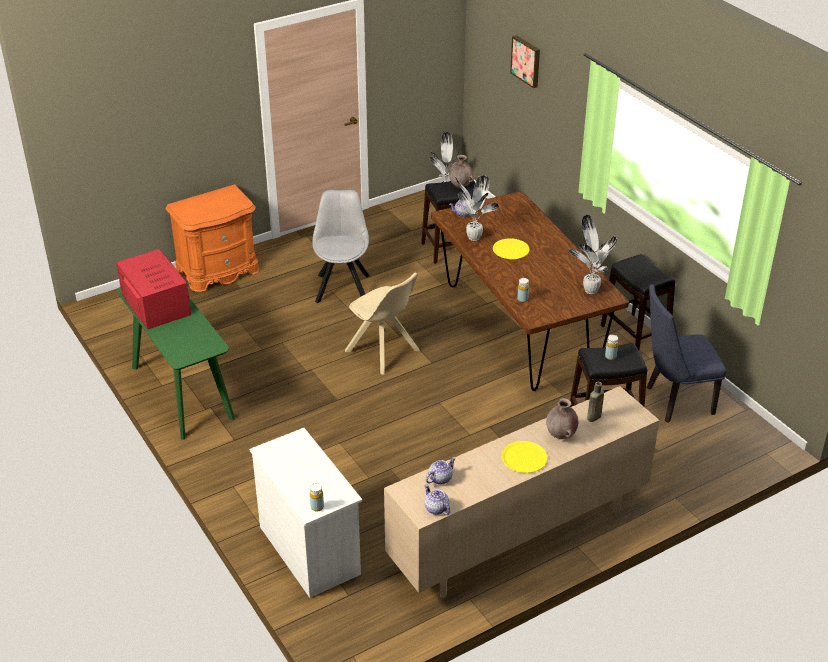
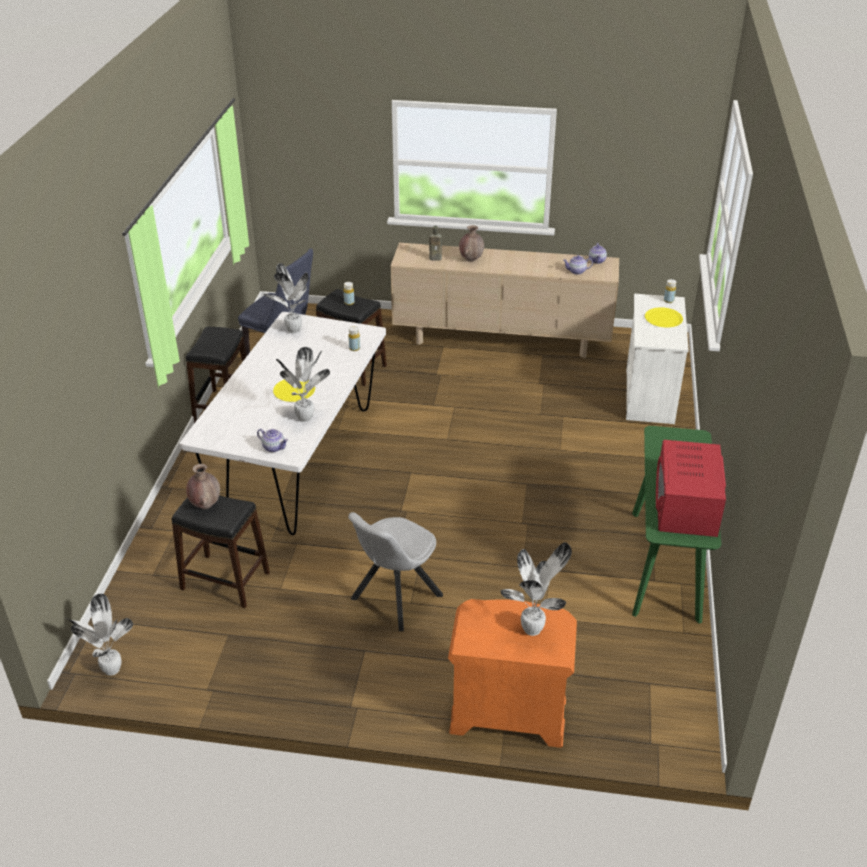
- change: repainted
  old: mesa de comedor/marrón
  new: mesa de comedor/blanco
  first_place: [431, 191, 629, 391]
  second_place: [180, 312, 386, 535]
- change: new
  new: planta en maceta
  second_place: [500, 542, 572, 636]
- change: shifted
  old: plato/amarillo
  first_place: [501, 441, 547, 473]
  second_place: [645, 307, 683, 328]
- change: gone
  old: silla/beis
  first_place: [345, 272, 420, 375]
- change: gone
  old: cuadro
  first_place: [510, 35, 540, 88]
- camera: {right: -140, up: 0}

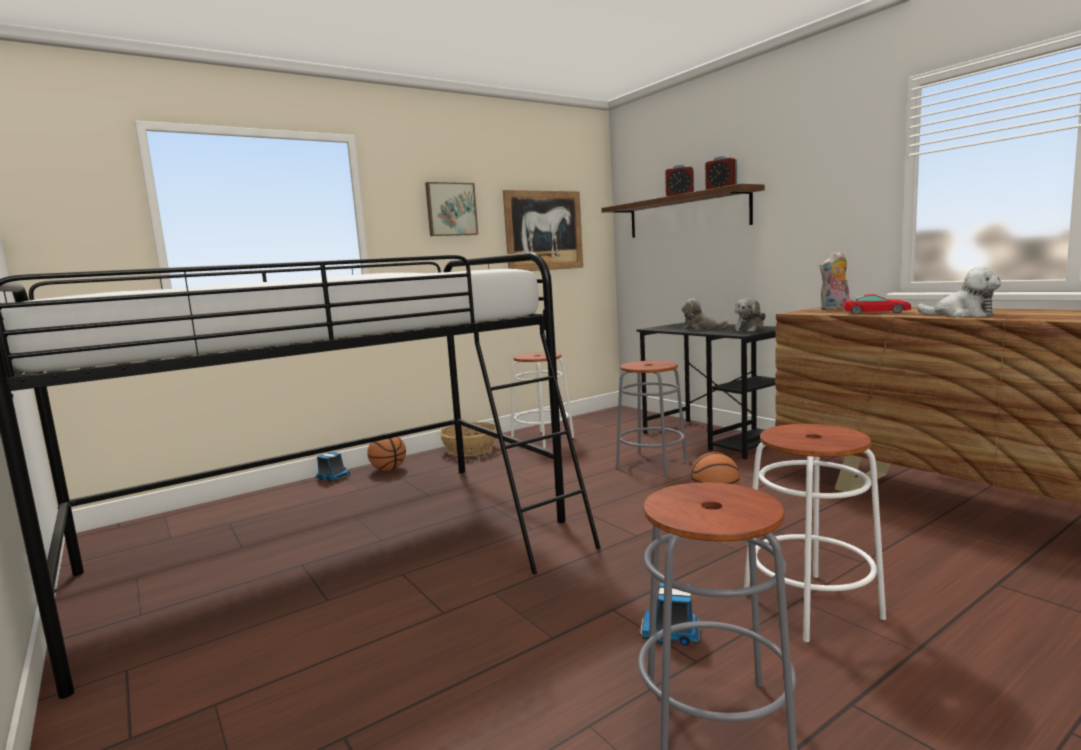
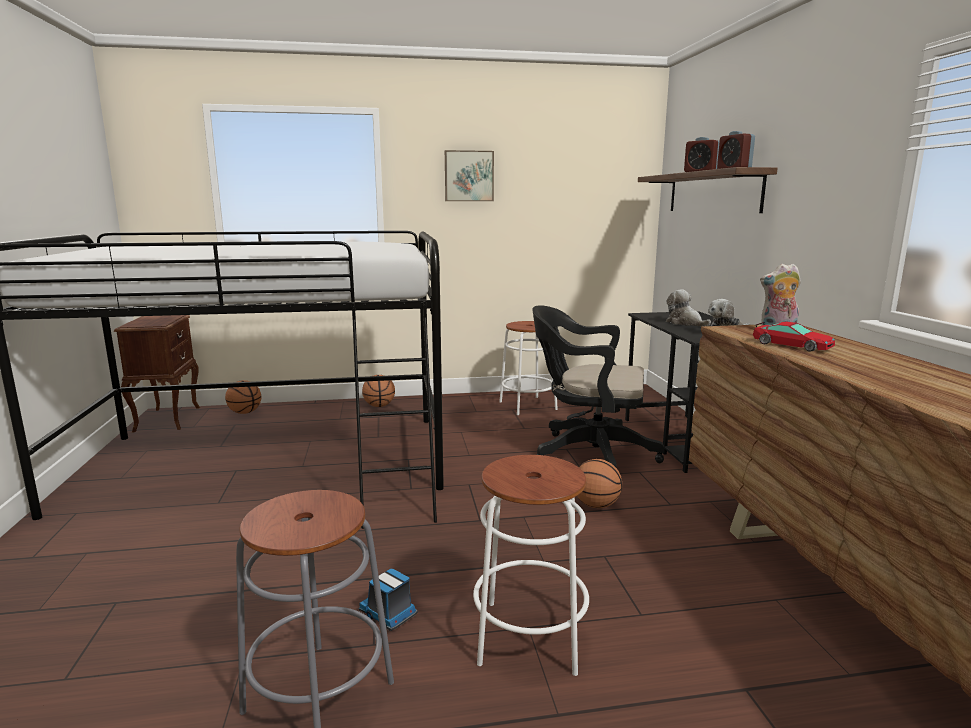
- change: new
  new: mesita de noche/marrón
  second_place: [114, 315, 200, 432]
- change: new
  new: balón de baloncesto
  second_place: [225, 380, 261, 414]
- change: swapped
  old: taburete/gris
  new: silla de oficina/negro
  first_place: [616, 360, 687, 476]
  second_place: [532, 305, 664, 468]
- change: gone
  old: camión de juguete
  first_place: [315, 452, 351, 482]
- change: gone
  old: cesta
  first_place: [440, 422, 497, 456]
- change: gone
  old: cuadro
  first_place: [503, 190, 583, 271]
- change: gone
  old: peluche
  first_place: [917, 268, 1001, 317]
- camera: {right: 25, up: 5}

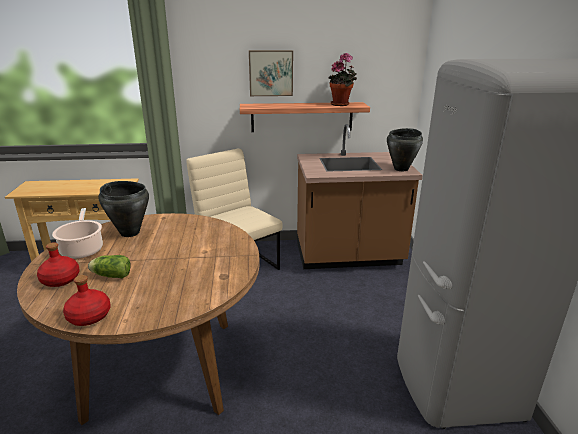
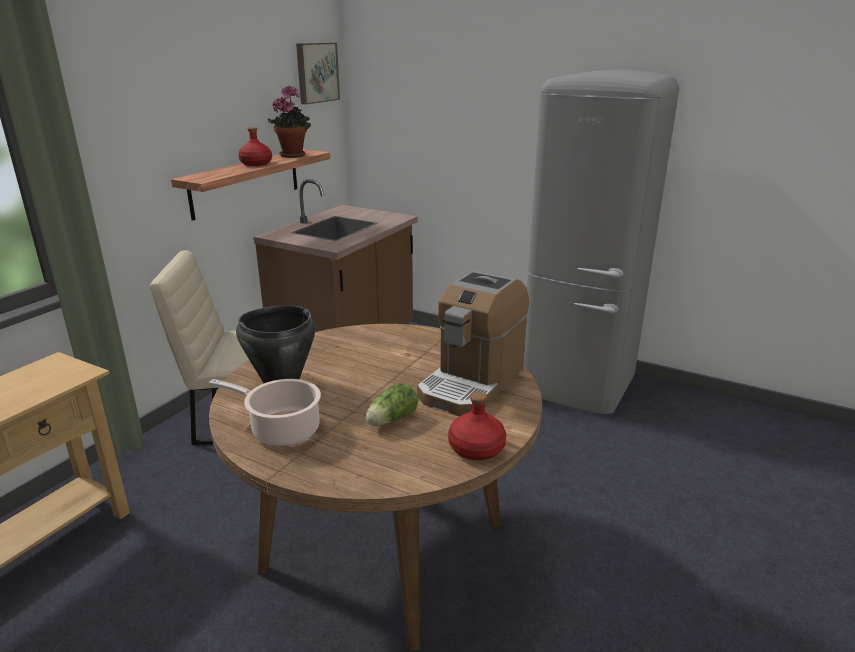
- change: shifted
  old: botella/rojo
  first_place: [37, 242, 80, 287]
  second_place: [238, 127, 272, 166]
- change: shifted
  old: cuadro
  first_place: [249, 50, 293, 96]
  second_place: [296, 43, 340, 104]
- change: new
  new: cafetera
  second_place: [417, 270, 529, 417]
- change: gone
  old: olla/negro
  first_place: [387, 128, 423, 171]
- camera: {right: -55, up: 0}

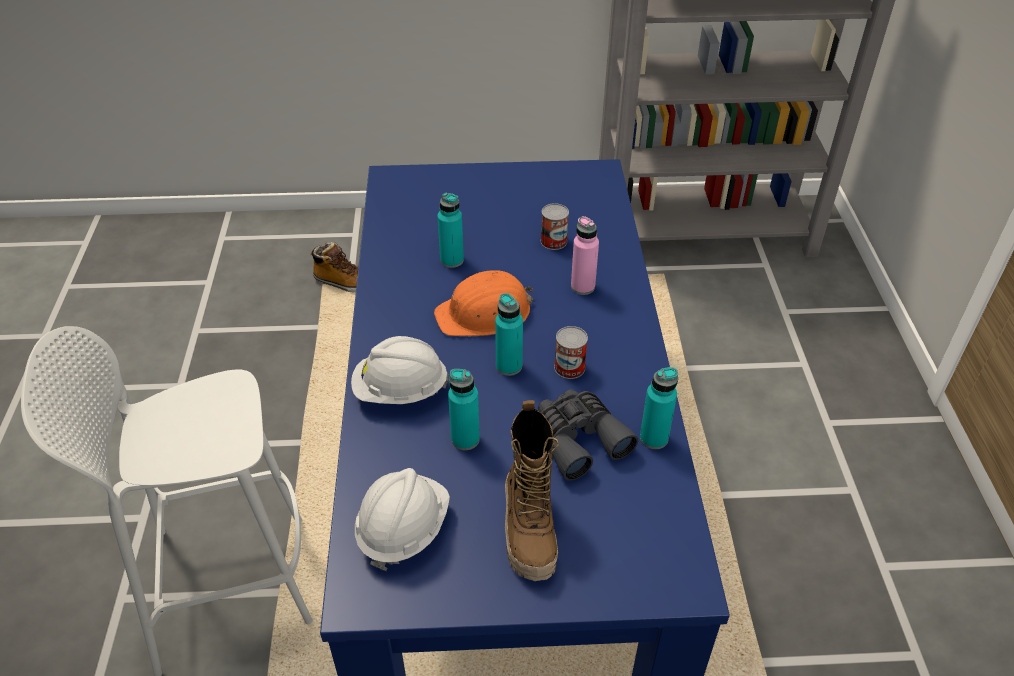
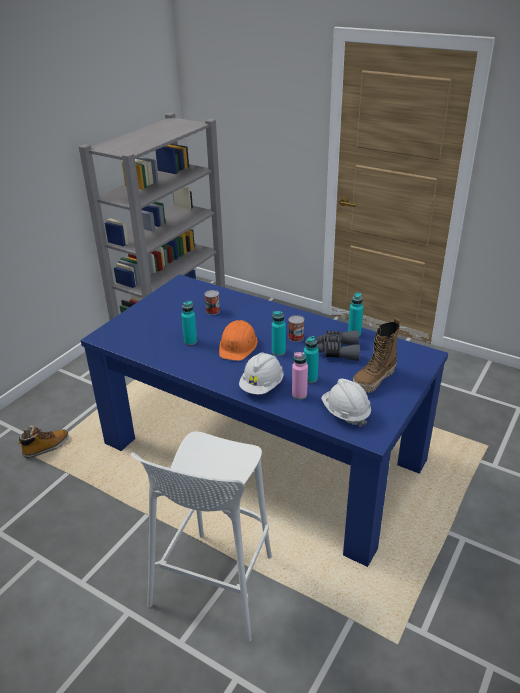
- change: shifted
  old: botella/rosa
  first_place: [571, 216, 599, 295]
  second_place: [292, 352, 308, 400]
- change: rotated
  old: bota
  first_place: [505, 400, 559, 581]
  second_place: [353, 318, 400, 393]
  degrees: 105
- camera: {right: -55, up: -10}

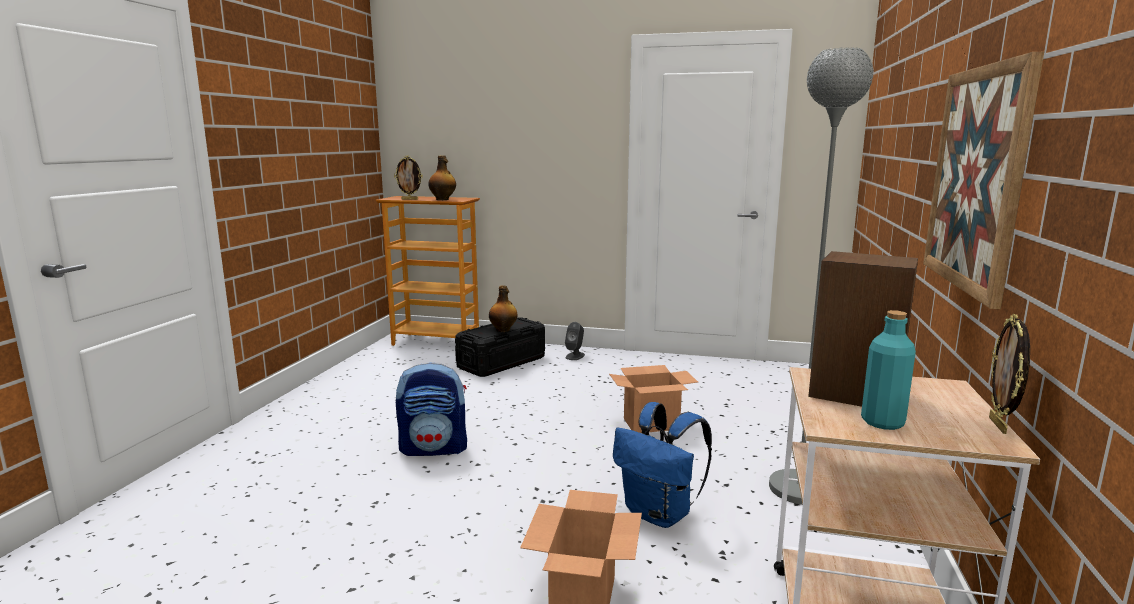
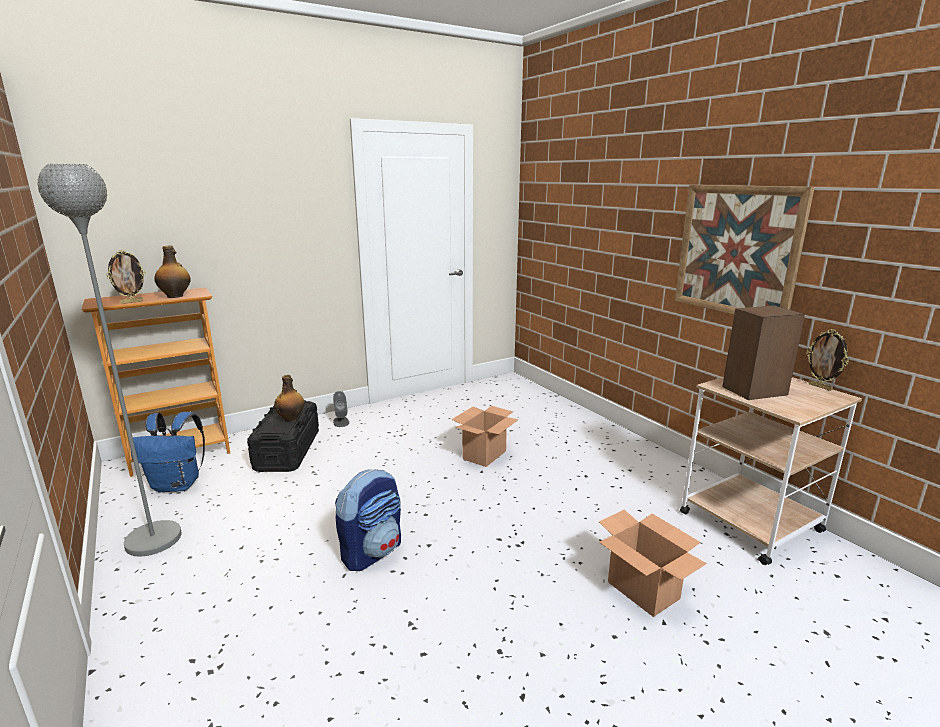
- change: shifted
  old: lámpara de pie/gris
  first_place: [769, 47, 873, 505]
  second_place: [37, 164, 182, 556]
- change: shifted
  old: mochila/azul
  first_place: [613, 402, 712, 528]
  second_place: [130, 412, 205, 492]
- change: gone
  old: botella/turquesa
  first_place: [861, 310, 916, 430]
- camera: {right: -45, up: 5}

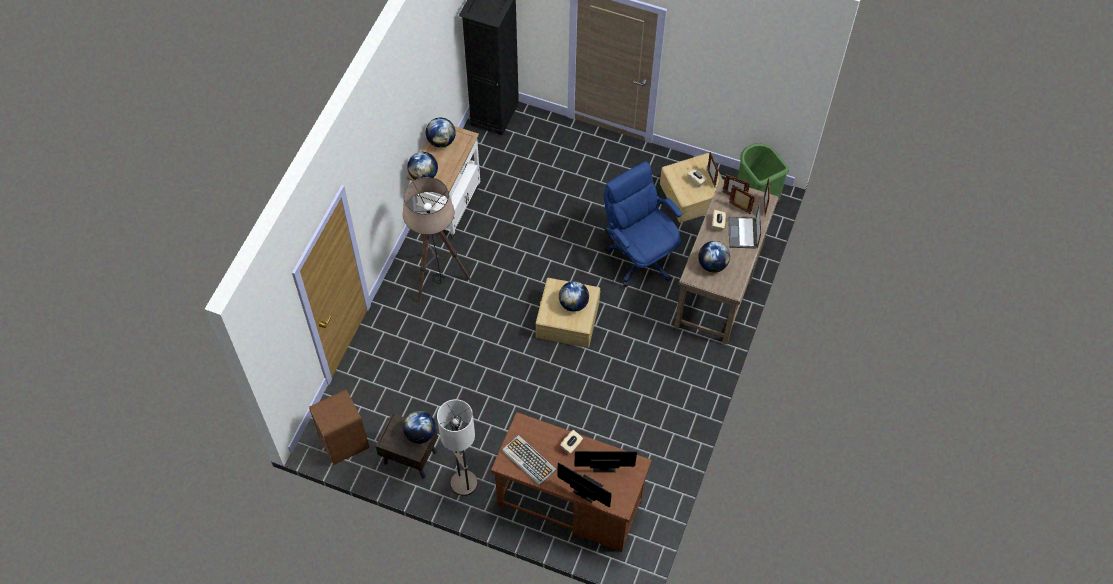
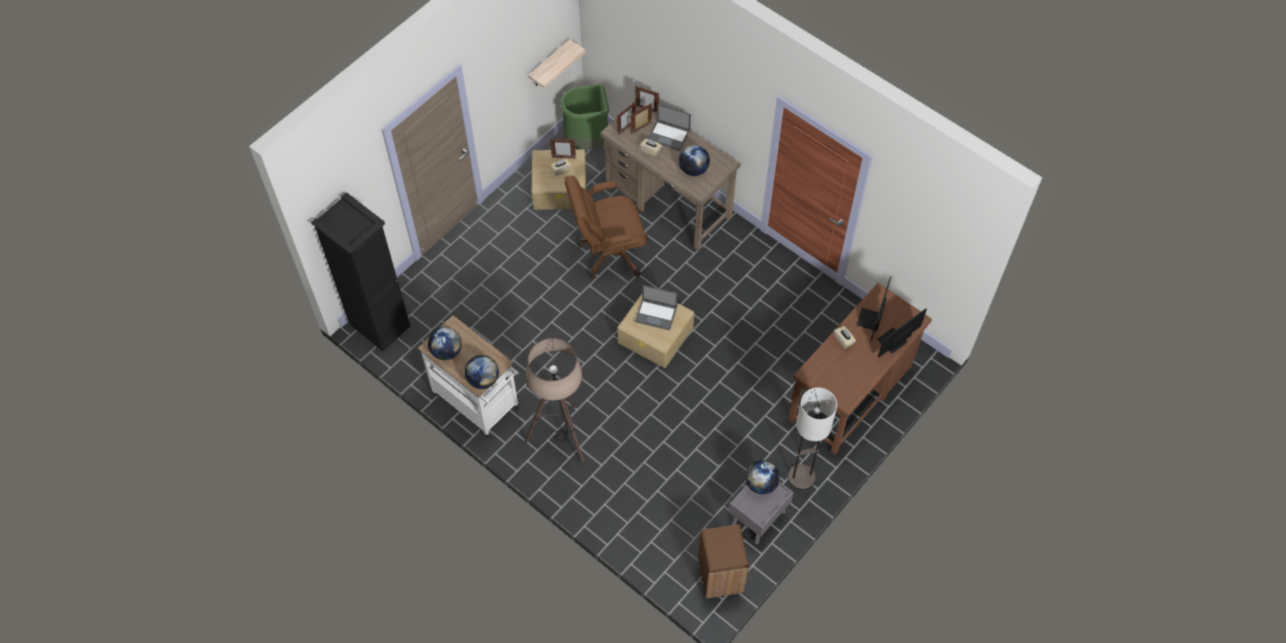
- change: new
  new: estante
  second_place: [528, 39, 586, 88]
- change: repainted
  old: silla de oficina/azul
  new: silla de oficina/marrón
  first_place: [604, 161, 682, 287]
  second_place: [564, 176, 648, 278]
- change: swapped
  old: globo terráqueo
  new: portátil
  first_place: [559, 281, 589, 312]
  second_place: [635, 285, 678, 330]
- change: repainted
  old: mesita de noche/marrón
  new: mesita de noche/gris
  first_place: [376, 412, 438, 479]
  second_place: [728, 482, 794, 544]
- change: gone
  old: teclado
  first_place: [502, 435, 557, 486]
- camera: {right: -70, up: 0}

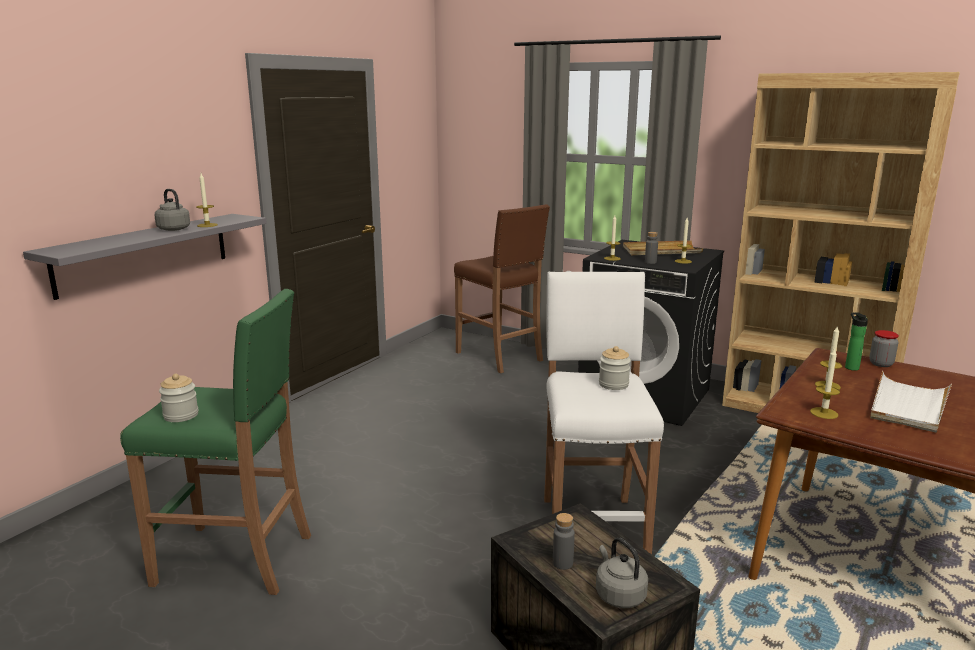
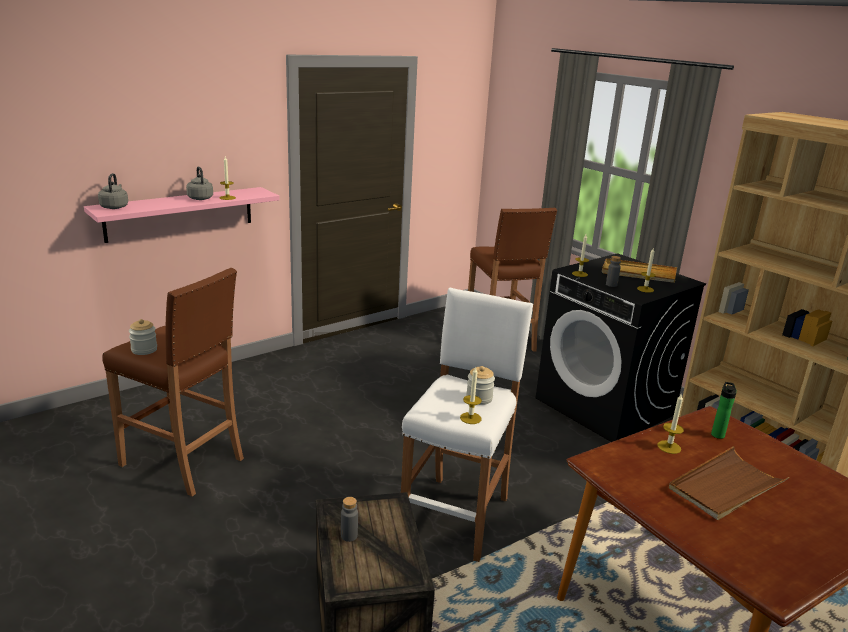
- change: repainted
  old: estante/gris
  new: estante/rosa
  first_place: [23, 214, 267, 300]
  second_place: [84, 187, 279, 243]
- change: shifted
  old: hervidor/gris
  first_place: [596, 538, 648, 608]
  second_place: [98, 173, 128, 209]
- change: repainted
  old: taburete/verde
  new: taburete/marrón
  first_place: [120, 289, 311, 595]
  second_place: [102, 268, 244, 496]
- change: shifted
  old: vela
  first_place: [810, 348, 840, 419]
  second_place: [460, 367, 482, 424]
- change: repainted
  old: bandeja/blanco
  new: bandeja/marrón
  first_place: [870, 371, 952, 433]
  second_place: [669, 446, 790, 520]
- change: gone
  old: tarro
  first_place: [869, 330, 899, 367]
- camera: {right: 20, up: 5}

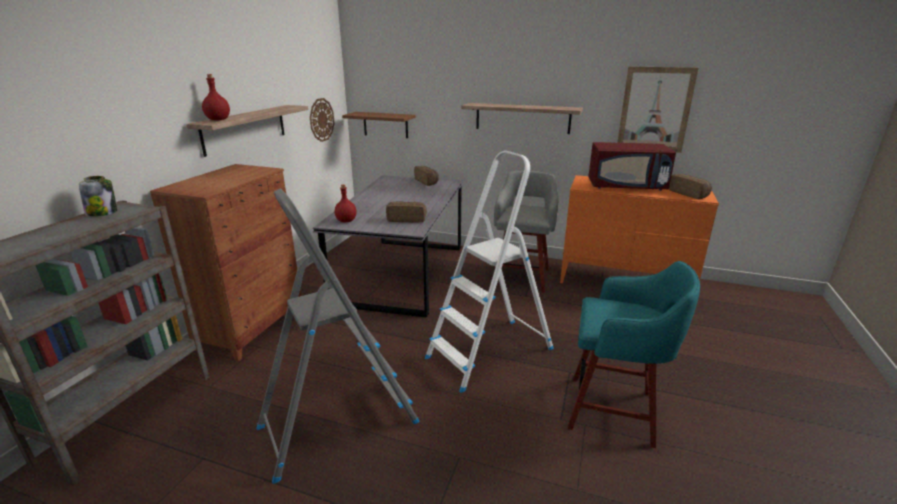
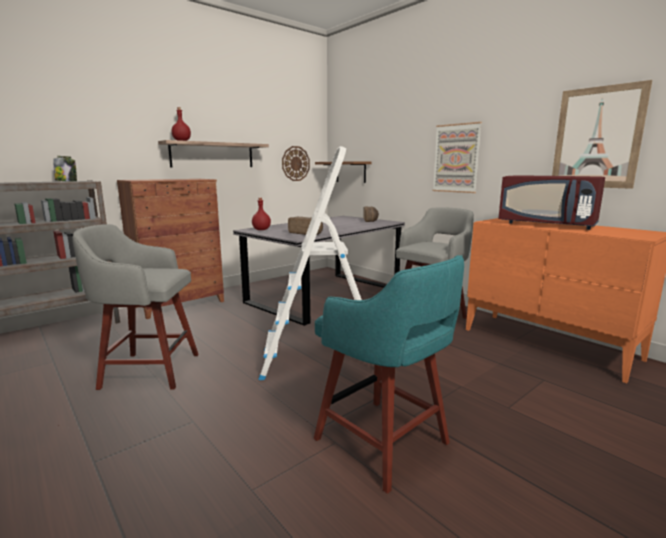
- change: swapped
  old: escalera de tijera/gris
  new: taburete/gris
  first_place: [256, 188, 420, 484]
  second_place: [72, 224, 199, 390]
- change: swapped
  old: estante
  new: cuadro
  first_place: [461, 103, 583, 134]
  second_place: [432, 122, 482, 193]
- change: gone
  old: pan
  first_place: [669, 174, 712, 200]
- camera: {right: 30, up: -10}

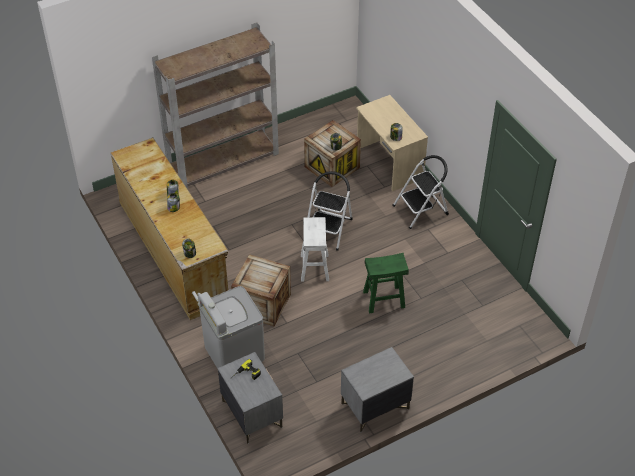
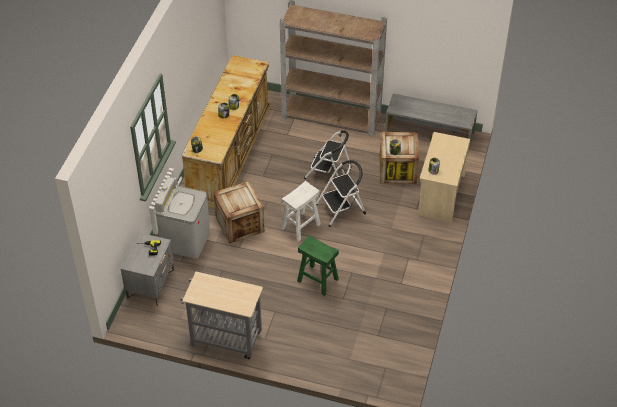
- change: swapped
  old: mesita de noche/gris
  new: carrito/gris
  first_place: [341, 347, 414, 432]
  second_place: [180, 272, 263, 359]
- change: shifted
  old: escalera de tijera
  first_place: [392, 155, 449, 229]
  second_place: [304, 130, 352, 179]
- change: new
  new: banco/gris
  second_place: [385, 94, 478, 152]
- camera: {right: 45, up: 0}

